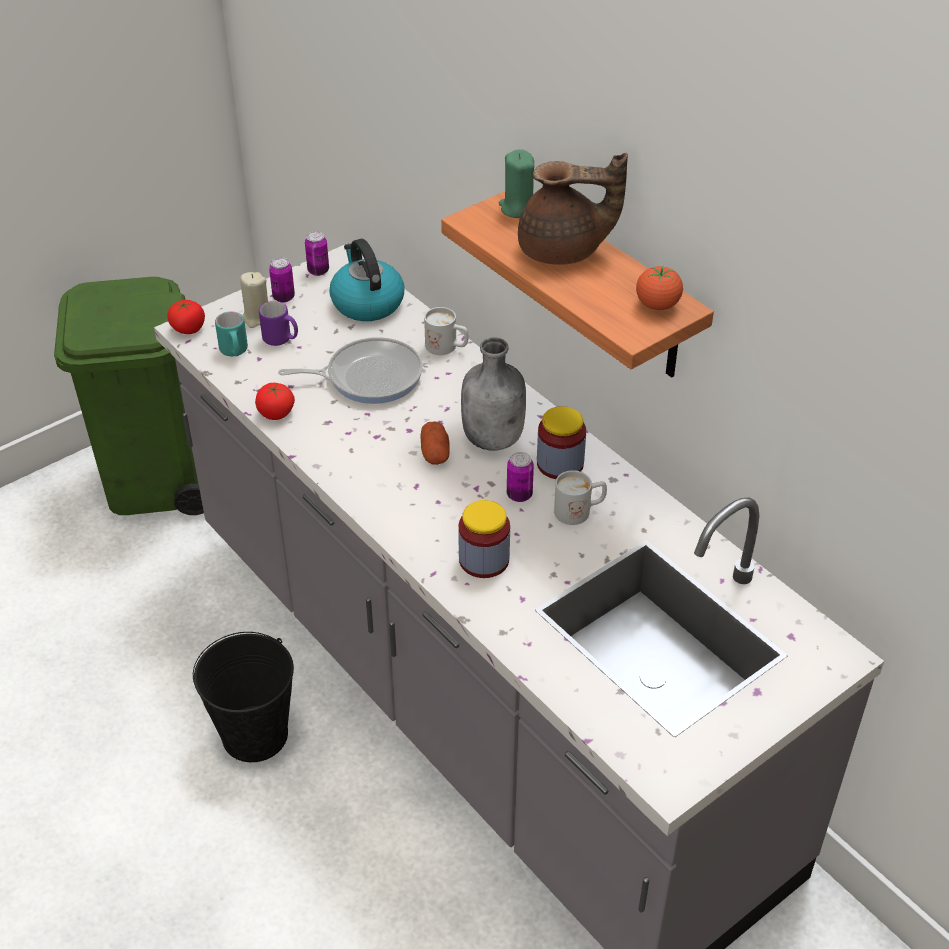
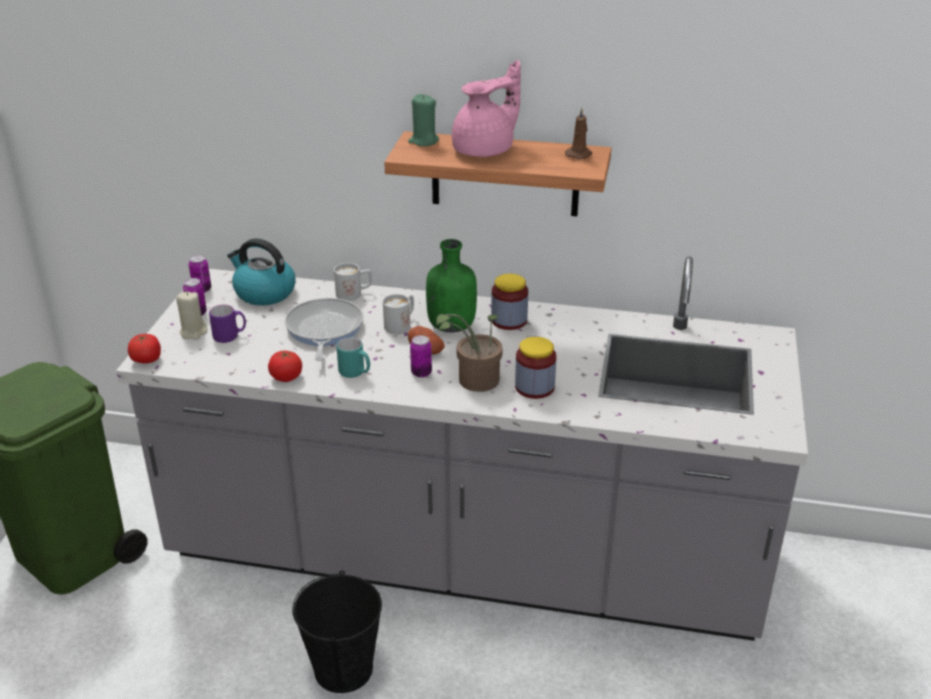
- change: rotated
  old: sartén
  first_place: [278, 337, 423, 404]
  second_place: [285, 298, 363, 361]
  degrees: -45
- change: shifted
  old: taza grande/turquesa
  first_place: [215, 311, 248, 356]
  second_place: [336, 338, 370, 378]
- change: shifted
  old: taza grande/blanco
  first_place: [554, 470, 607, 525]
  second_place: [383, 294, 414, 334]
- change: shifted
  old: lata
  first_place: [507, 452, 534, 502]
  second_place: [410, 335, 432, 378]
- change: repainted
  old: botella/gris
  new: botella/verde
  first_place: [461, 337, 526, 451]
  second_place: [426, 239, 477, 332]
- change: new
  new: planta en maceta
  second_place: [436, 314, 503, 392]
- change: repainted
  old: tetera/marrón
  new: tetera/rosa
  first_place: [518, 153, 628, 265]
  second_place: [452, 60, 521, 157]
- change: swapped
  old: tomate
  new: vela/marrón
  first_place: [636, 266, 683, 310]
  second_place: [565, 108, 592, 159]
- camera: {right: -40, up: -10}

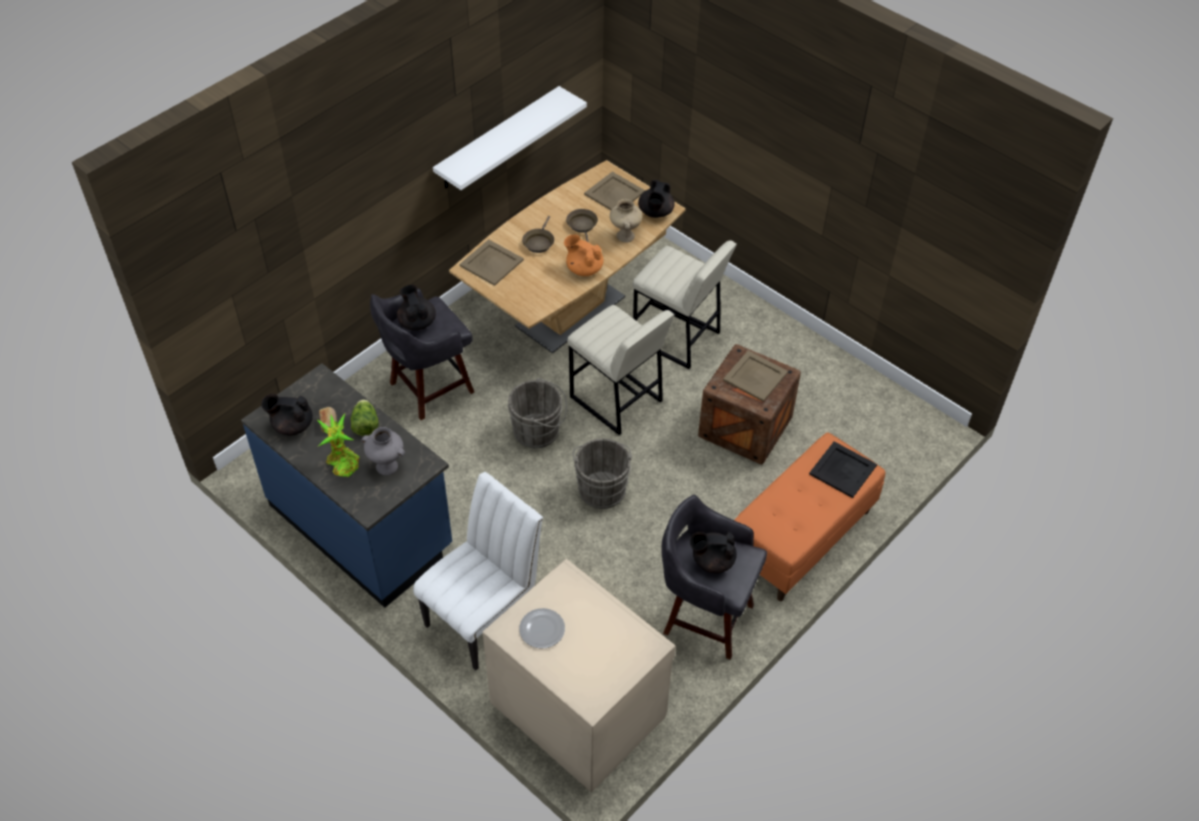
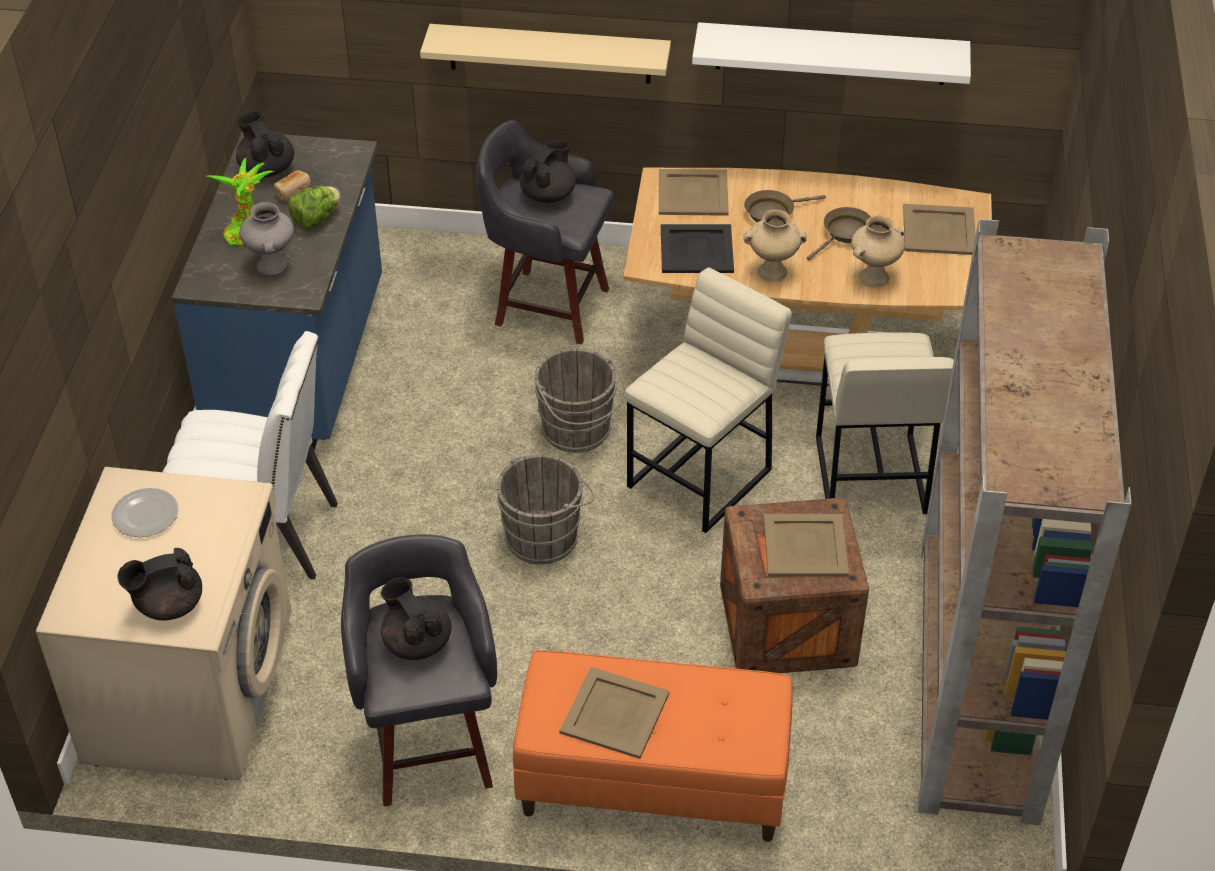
- change: shifted
  old: tetera/negro
  first_place: [638, 180, 674, 218]
  second_place: [117, 548, 202, 620]
- change: new
  new: estante/beis
  second_place: [420, 24, 671, 84]
- change: new
  new: bandeja/beis
  second_place: [560, 667, 670, 759]
- change: rotated
  old: silla/beis
  first_place: [567, 305, 674, 435]
  second_place: [625, 267, 792, 533]
  degrees: -150
- change: shifted
  old: bandeja/negro
  first_place: [809, 441, 877, 498]
  second_place: [661, 224, 734, 273]
- change: swapped
  old: tetera/naranja
  new: florero/beis
  first_place: [564, 234, 603, 276]
  second_place: [743, 210, 807, 282]
- change: new
  new: estantería/marrón
  second_place: [918, 219, 1131, 825]
- camera: {right: 55, up: -5}

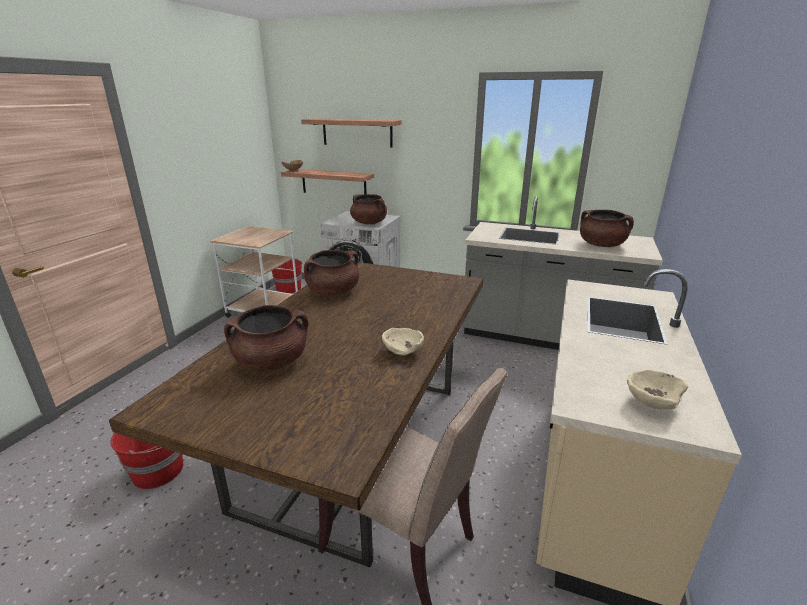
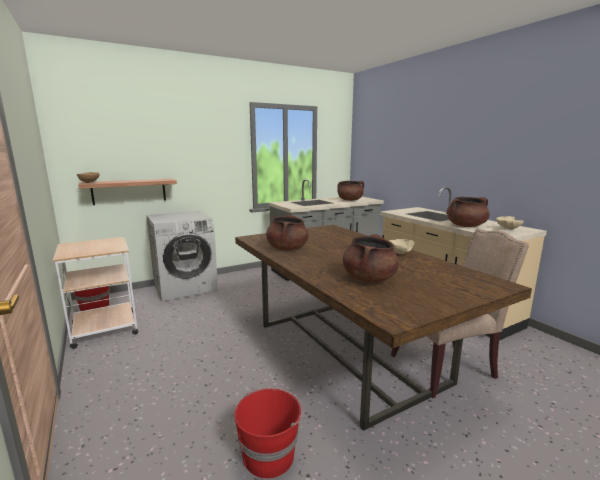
- change: shifted
  old: olla/marrón
  first_place: [350, 194, 387, 224]
  second_place: [447, 197, 489, 227]
- change: gone
  old: estante
  first_place: [301, 118, 401, 147]
- camera: {right: -50, up: -10}

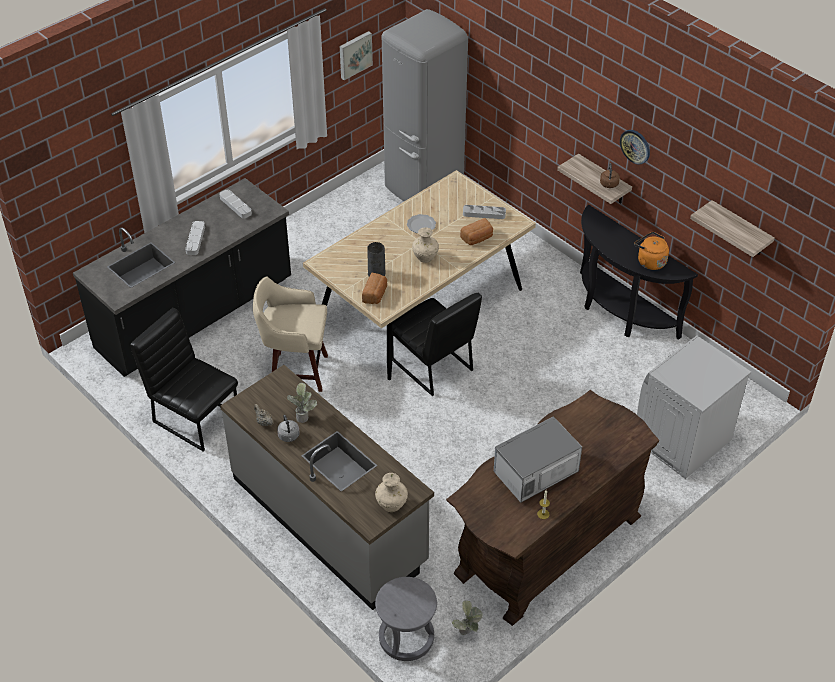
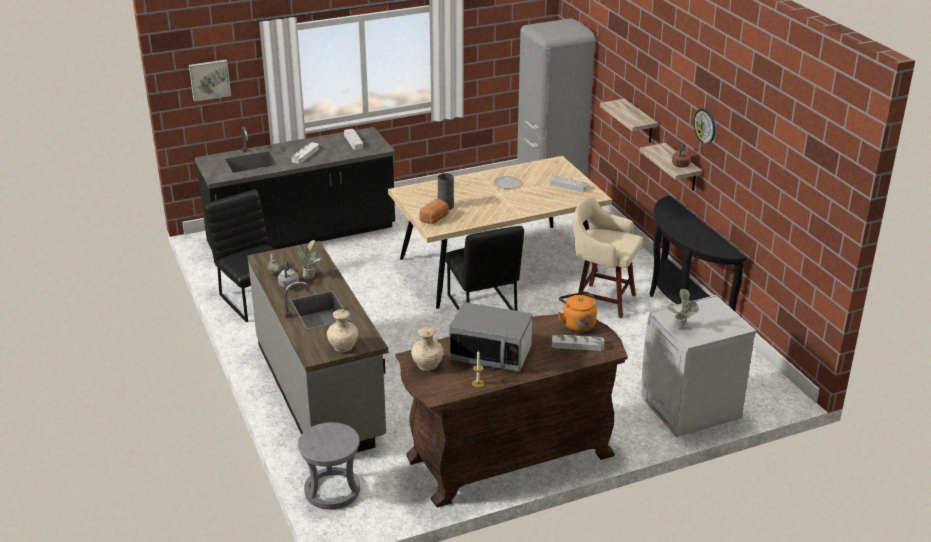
- change: shifted
  old: cuadro
  first_place: [340, 31, 373, 80]
  second_place: [189, 60, 231, 102]
- change: shifted
  old: florero/beis
  first_place: [412, 227, 439, 263]
  second_place: [411, 327, 444, 371]
- change: rotated
  old: microondas
  first_place: [494, 417, 582, 502]
  second_place: [449, 302, 533, 372]
  degrees: -150
- change: new
  new: bandeja/gris
  second_place: [552, 334, 604, 351]
- change: shifted
  old: hervidor/naranja
  first_place: [634, 232, 669, 270]
  second_place: [558, 292, 597, 332]
- change: shifted
  old: taburete/beis
  first_place: [253, 276, 328, 392]
  second_place: [573, 196, 643, 318]
- change: shifted
  old: estante
  first_place: [690, 200, 775, 257]
  second_place: [600, 99, 658, 143]
- change: shifted
  old: planta en maceta
  first_place: [452, 600, 483, 635]
  second_place: [667, 289, 699, 328]
- change: gone
  old: pan
  first_place: [460, 218, 493, 245]
- camera: {right: 20, up: -15}

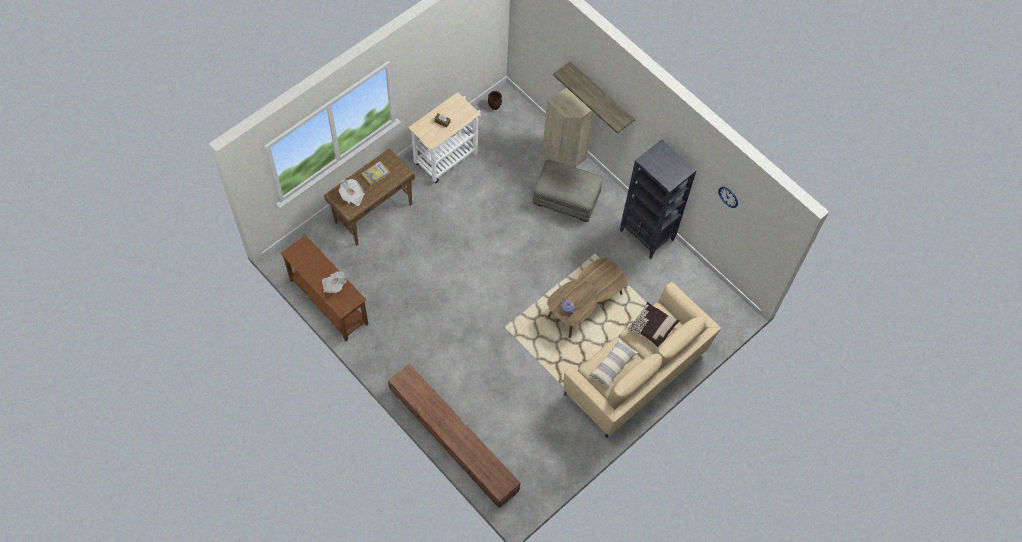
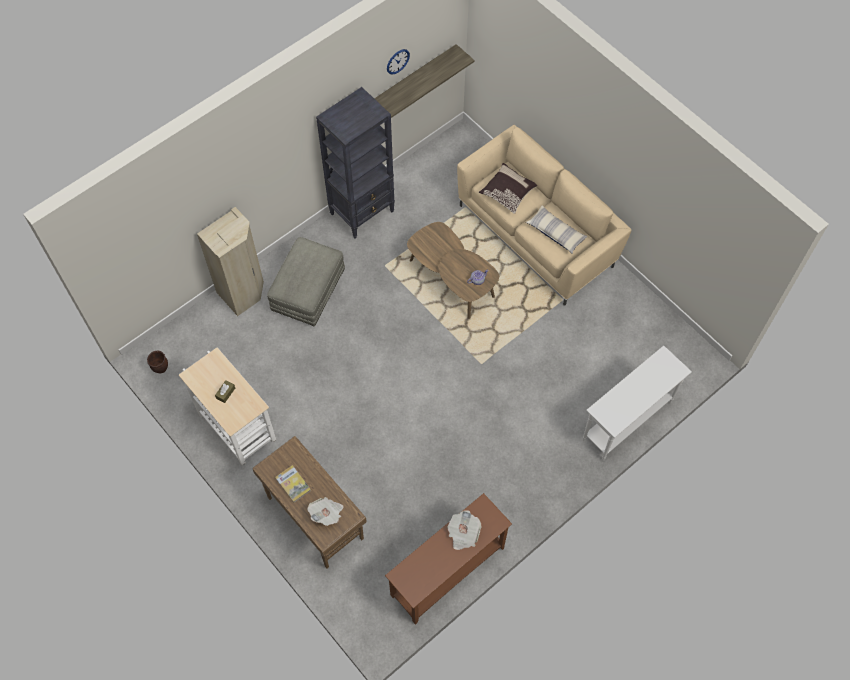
- change: shifted
  old: estante
  first_place: [553, 62, 635, 133]
  second_place: [374, 44, 474, 118]
- change: swapped
  old: mueble de televisión/marrón
  new: mesa consola/blanco
  first_place: [388, 364, 520, 508]
  second_place: [582, 346, 692, 461]
- camera: {right: -85, up: 0}

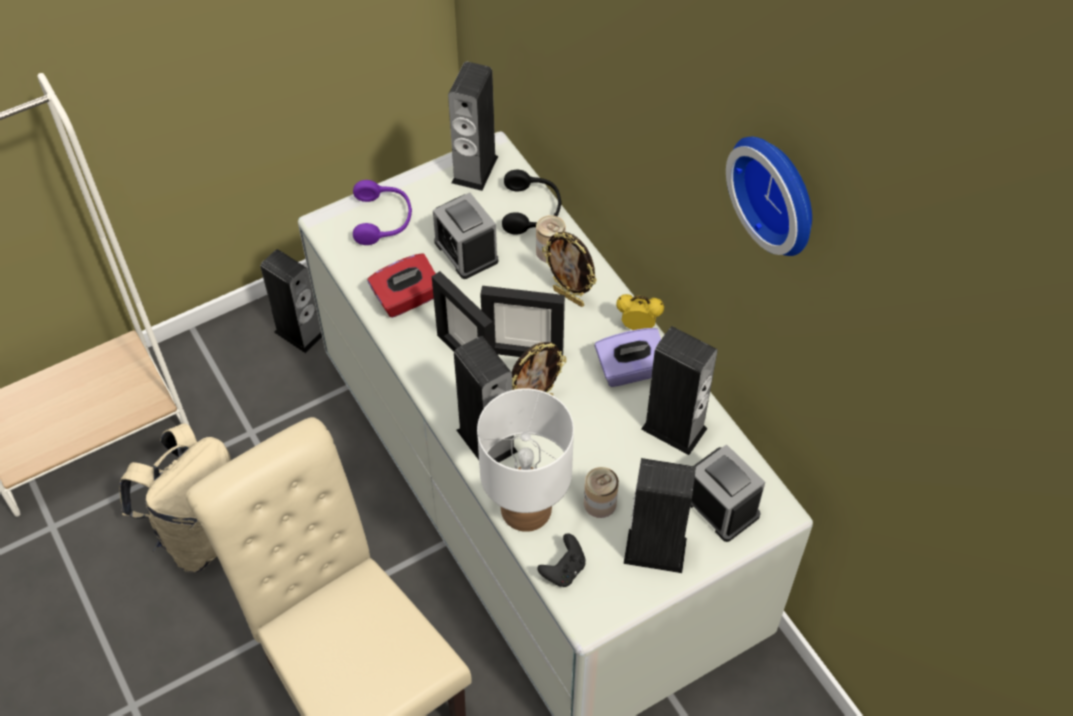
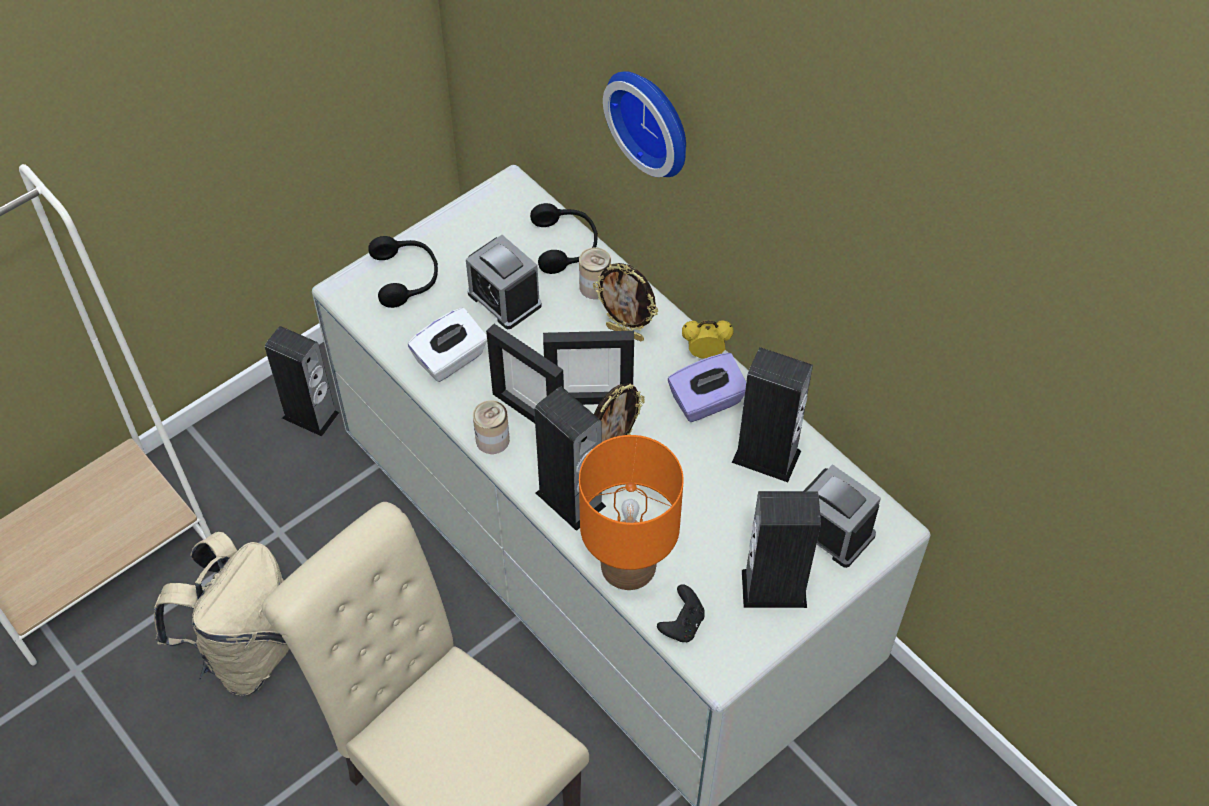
- change: repainted
  old: auriculares/morado
  new: auriculares/negro
  first_place: [353, 180, 412, 245]
  second_place: [368, 236, 438, 308]
- change: repainted
  old: caja de pañuelos/rojo
  new: caja de pañuelos/blanco
  first_place: [368, 253, 436, 318]
  second_place: [408, 308, 487, 382]
- change: shifted
  old: lata
  first_place: [584, 467, 619, 518]
  second_place: [473, 400, 510, 454]
- change: repainted
  old: lámpara de mesa/blanco
  new: lámpara de mesa/naranja
  first_place: [477, 388, 574, 532]
  second_place: [579, 435, 684, 590]
- change: shifted
  old: reloj de pared
  first_place: [726, 137, 812, 256]
  second_place: [603, 71, 686, 177]
- change: gone
  old: altavoz
  first_place: [448, 62, 498, 191]
- camera: {right: -10, up: 0}

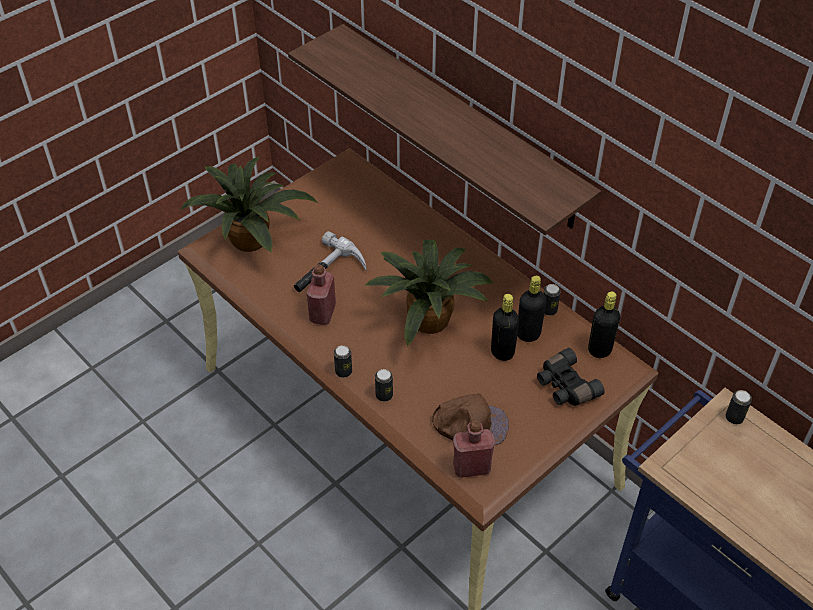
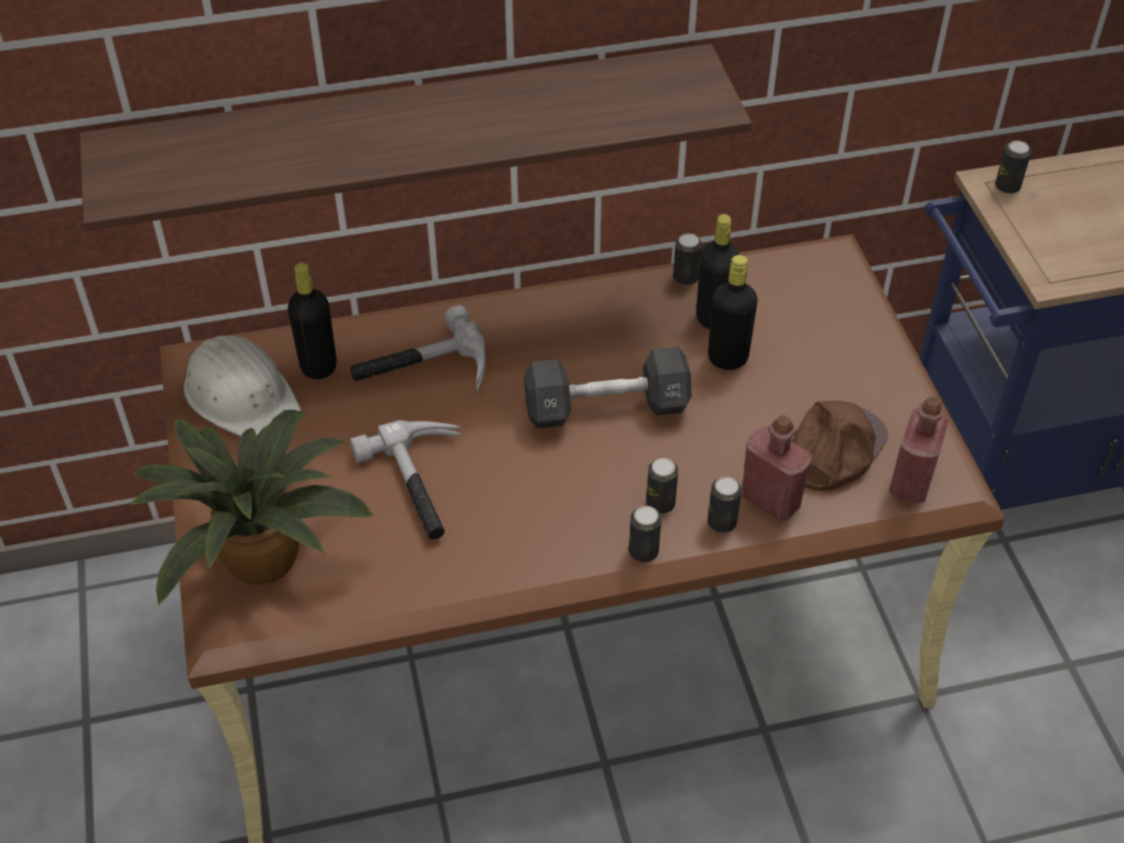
- change: new
  new: casco/blanco
  second_place: [184, 335, 301, 436]
- change: shifted
  old: botella/negro
  first_place: [588, 291, 620, 358]
  second_place: [288, 263, 337, 379]
- change: new
  new: martillo
  second_place: [350, 305, 486, 392]
- change: swapped
  old: planta en maceta
  new: mancuerna/negro
  first_place: [365, 240, 493, 347]
  second_place: [524, 346, 692, 429]
- change: new
  new: lata
  second_place: [646, 458, 678, 514]
- change: shifted
  old: botella/rojo
  first_place: [307, 265, 336, 325]
  second_place: [741, 415, 812, 521]
- change: gone
  old: prismáticos/negro
  first_place: [537, 348, 605, 406]
- camera: {right: -60, up: 0}

